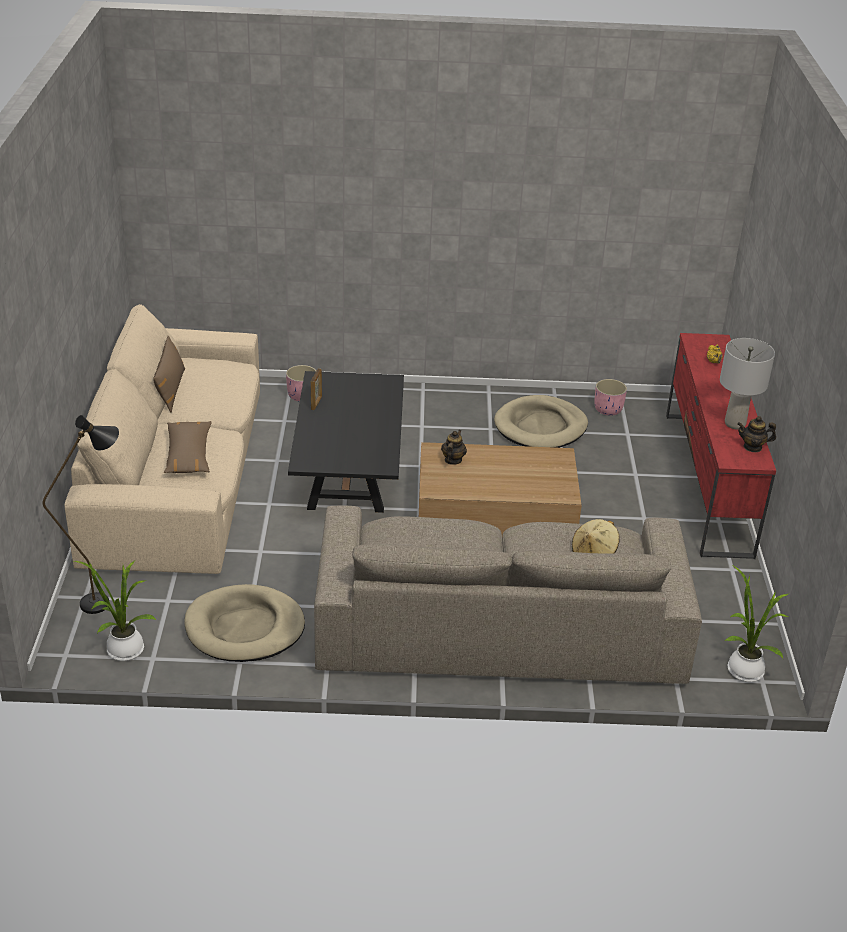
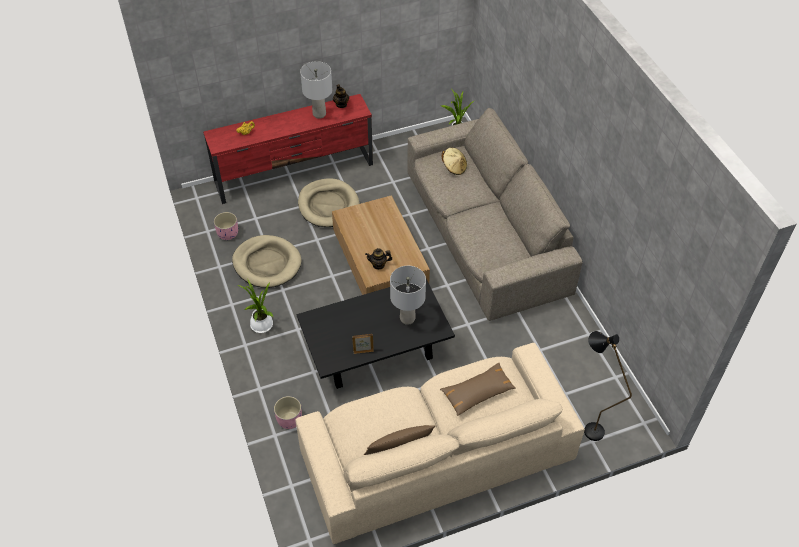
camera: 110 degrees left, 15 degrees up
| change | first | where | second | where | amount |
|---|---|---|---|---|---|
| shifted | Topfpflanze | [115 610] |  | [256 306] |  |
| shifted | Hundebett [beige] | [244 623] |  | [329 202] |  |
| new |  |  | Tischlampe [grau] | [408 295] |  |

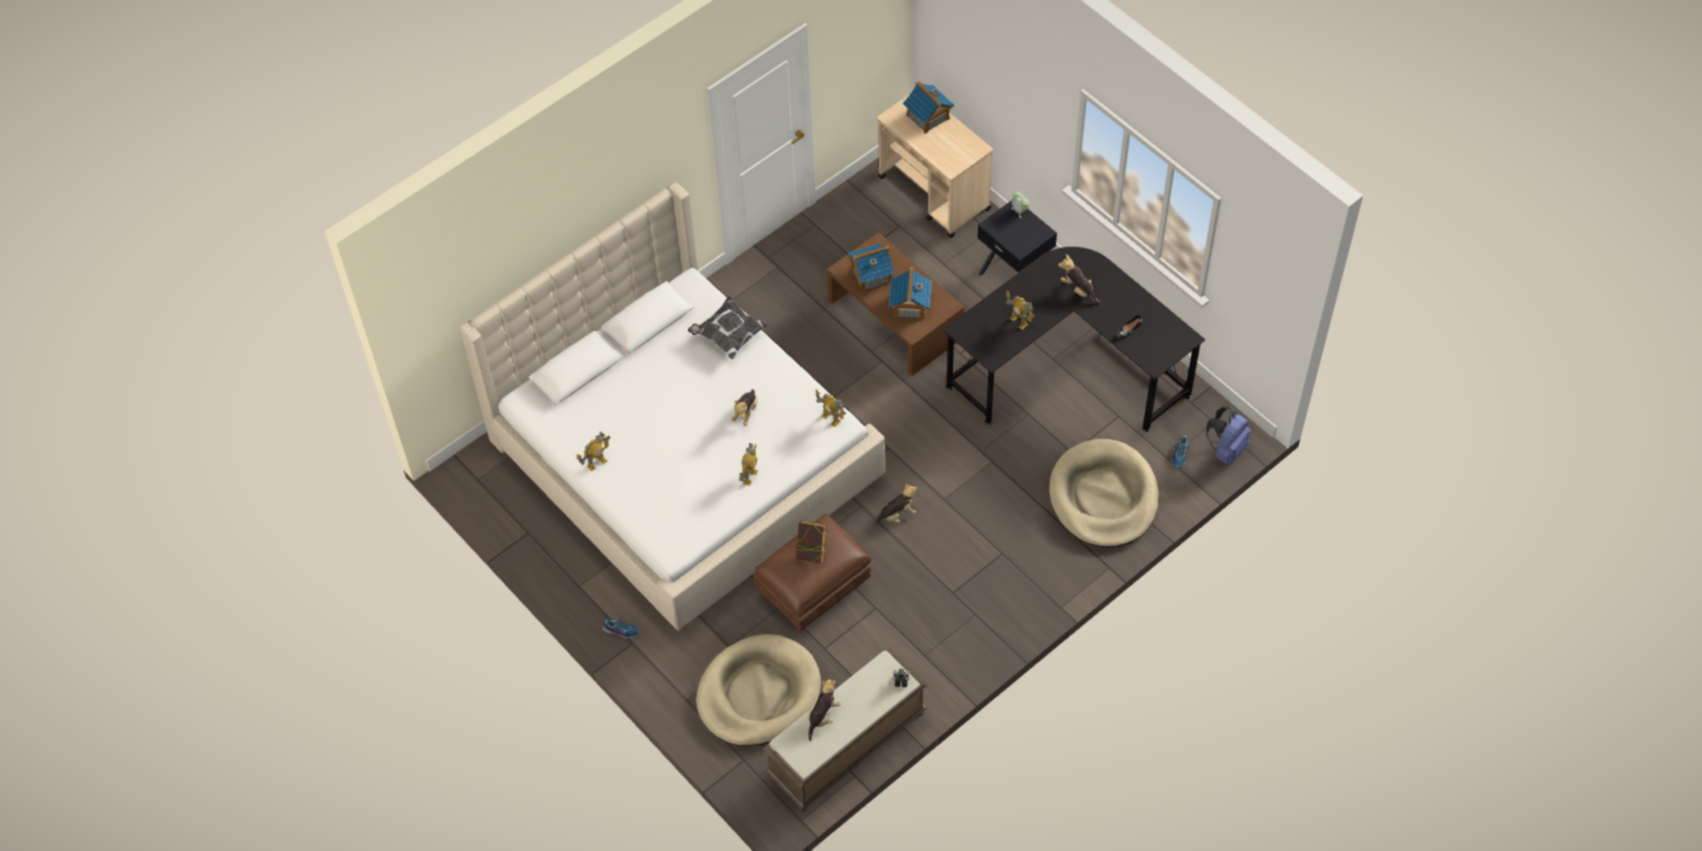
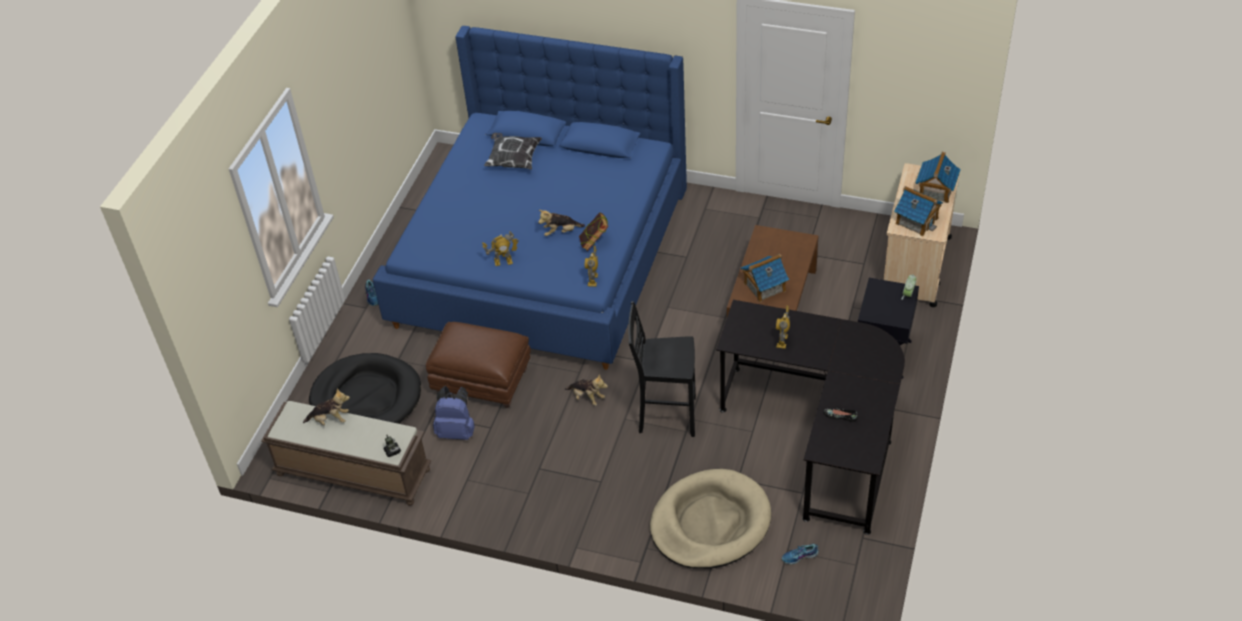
camera: 60 degrees right, 10 degrees down
| change | first | where | second | where | amount |
|---|---|---|---|---|---|
| repainted | Bett [beige] | [672 406] | Bett [blau] | [530 198] |  |
| shifted | Spielzeughaus | [871 267] |  | [918 211] |  |
| gone | Plüschtier | [1079 279] |  |  |  |
| shifted | Kissen | [729 327] |  | [513 151] |  |
| shifted | Rucksack [blau] | [1228 435] |  | [454 413] |  |
| gone | Spielzeugroboter | [593 451] |  |  |  |
| shifted | Buch | [811 542] |  | [593 231] |  |
| repainted | Hundebett [beige] | [758 690] | Hundebett [schwarz] | [365 388] |  |
| new |  |  | Hocker [schwarz] | [662 369] |  |

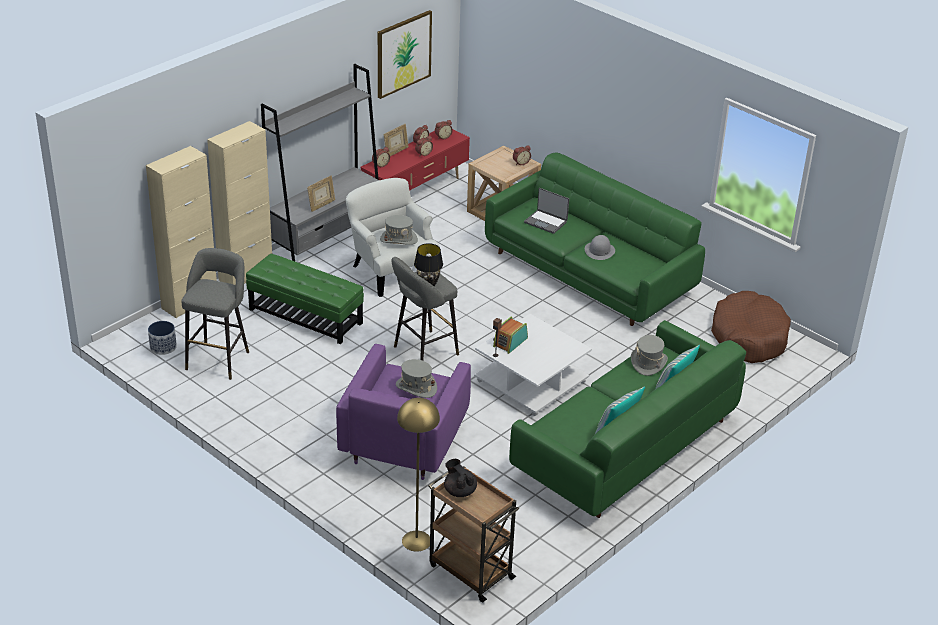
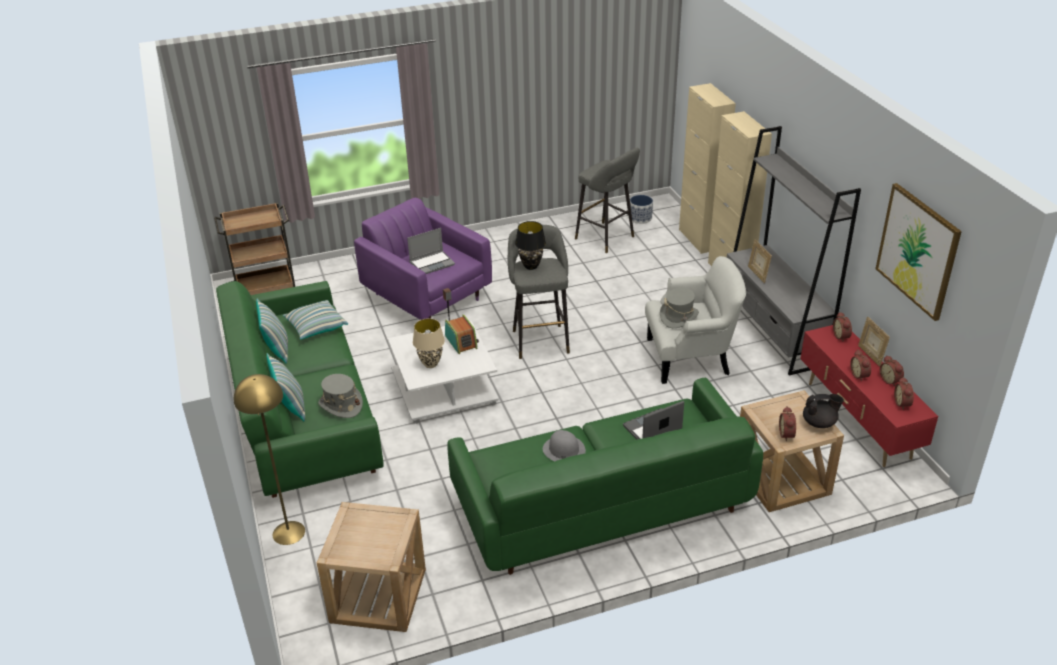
camera: 120 degrees right, 0 degrees up
| change | first | where | second | where | amount |
|---|---|---|---|---|---|
| gone | Polsterhocker [grün] | [305 299] |  |  |  |
| swapped | Hundebett [braun] | [751 327] | Beistelltisch [beige] | [371 567] |  |
| swapped | Hut [grau] | [416 378] | Laptop | [431 251] |  |
| shifted | Stehlampe [gelb] | [418 475] |  | [269 459] |  |
| shifted | Teekanne [schwarz] | [460 478] |  | [823 411] |  |
| new |  |  | Kissen | [315 320] |  |
| new |  |  | Tischlampe [beige] | [429 343] |  |

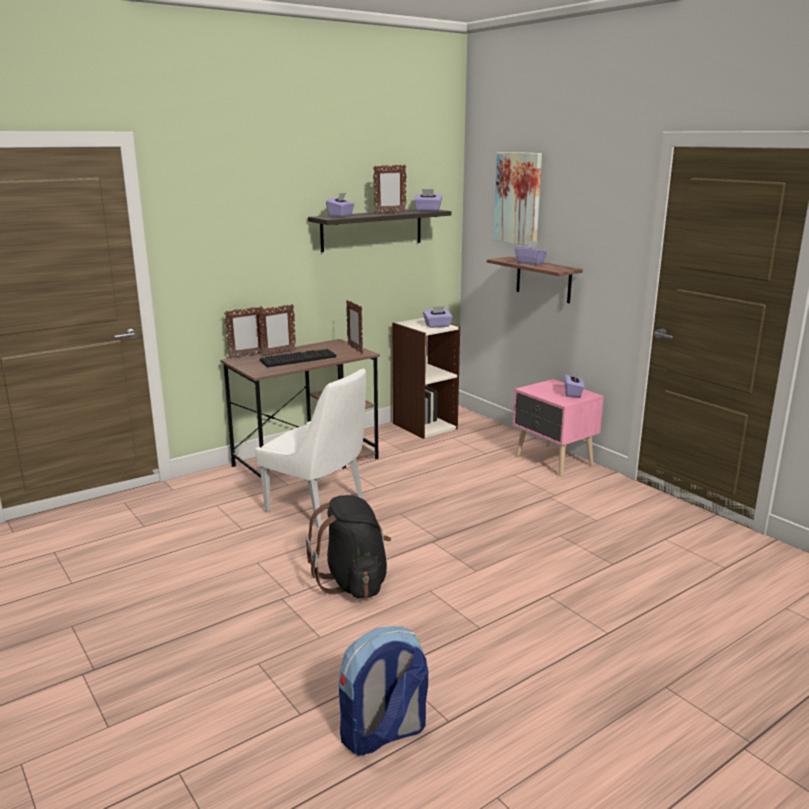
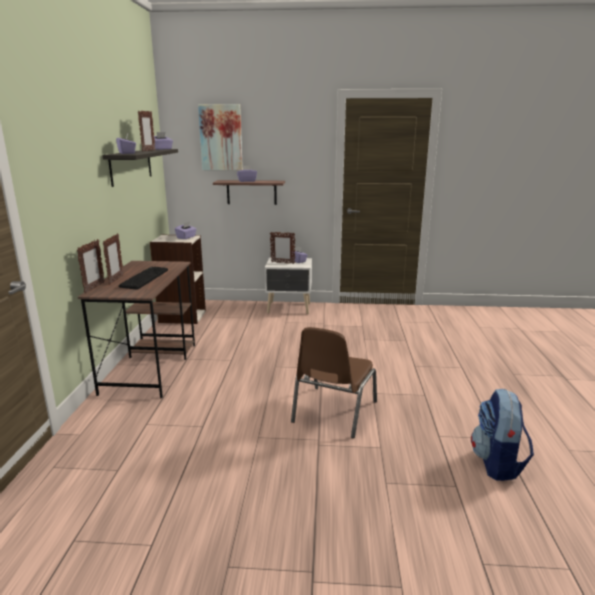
camera: 50 degrees left, 0 degrees up
| change | first | where | second | where | amount |
|---|---|---|---|---|---|
| shifted | Bilderrahmen | [354 326] |  | [282 248] |  |
| gone | Stuhl [weiß] | [310 448] |  |  |  |
| repainted | Nachttisch [rosa] | [558 428] | Nachttisch [weiß] | [288 285] |  |
| swapped | Rucksack [schwarz] | [348 547] | Stuhl [braun] | [334 382] |  |

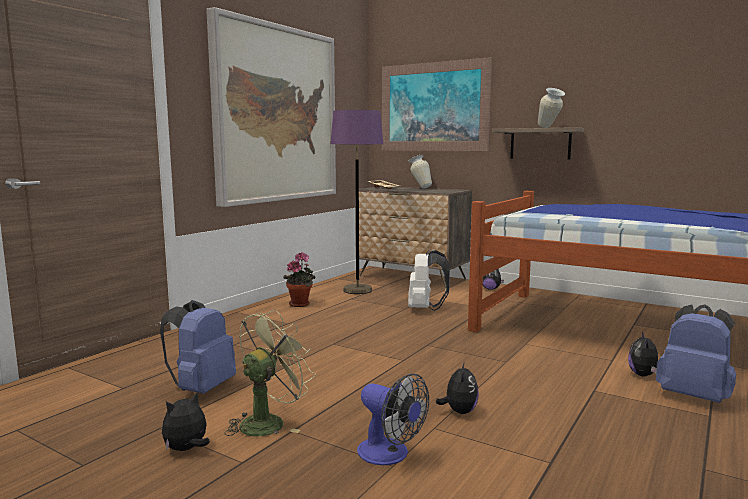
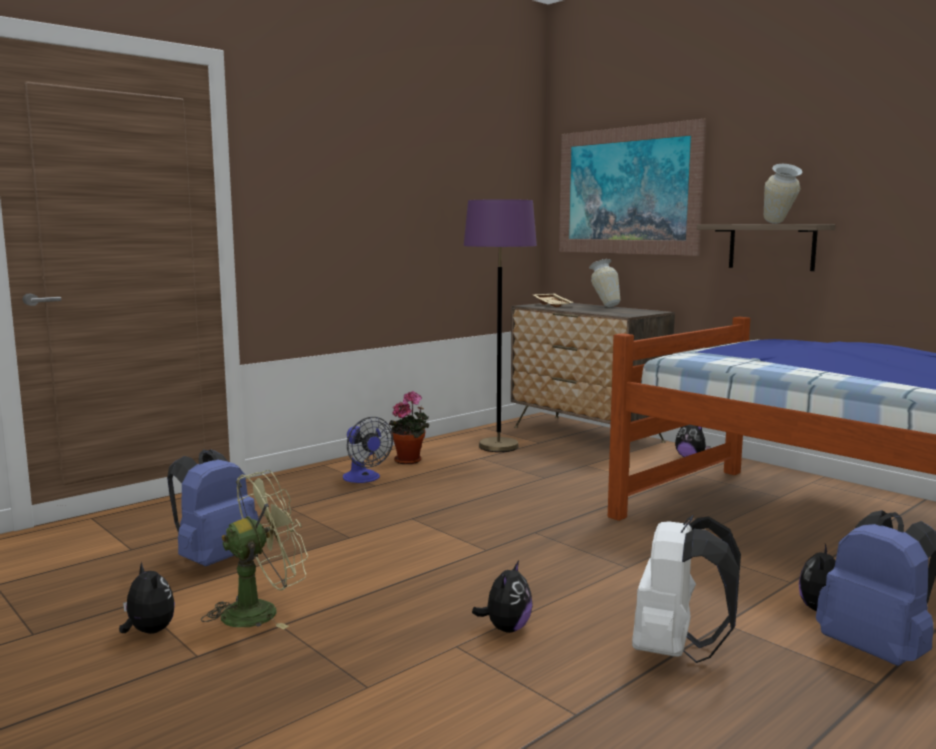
camera: 15 degrees right, 0 degrees up
| change | first | where | second | where | amount |
|---|---|---|---|---|---|
| gone | Bild | [271 107] |  |  |  |
| shifted | Rucksack [weiß] | [429 280] |  | [686 589] |  |
| shifted | Ventilator | [393 419] |  | [368 450] |  |
| rotated | Plüschtier | [186 421] |  | [147 598] | 75 degrees clockwise |

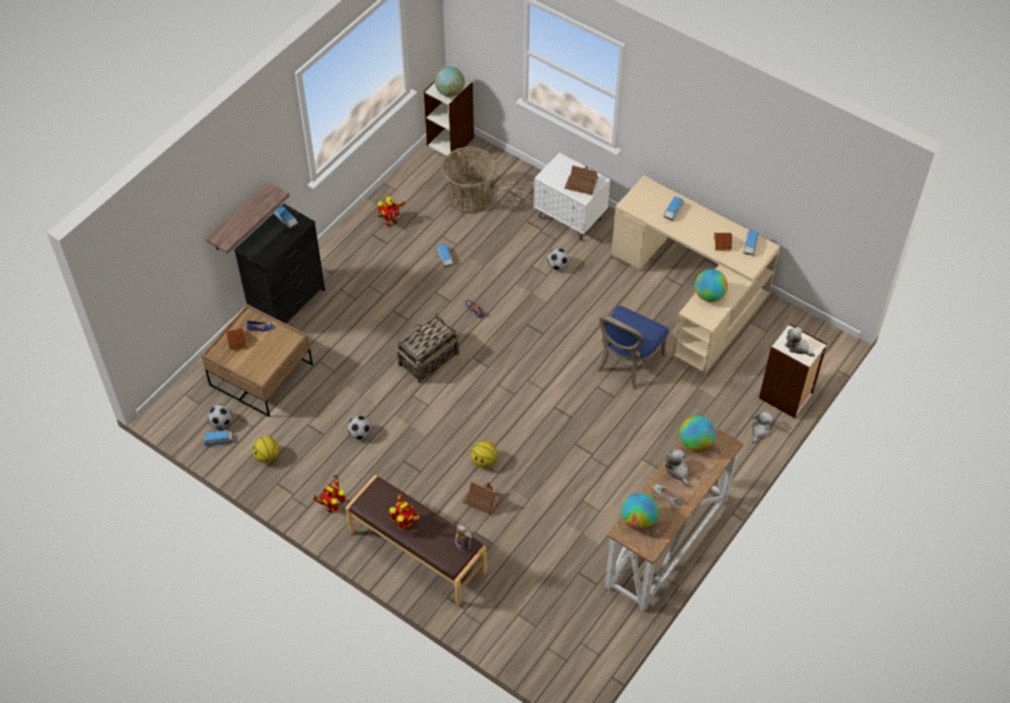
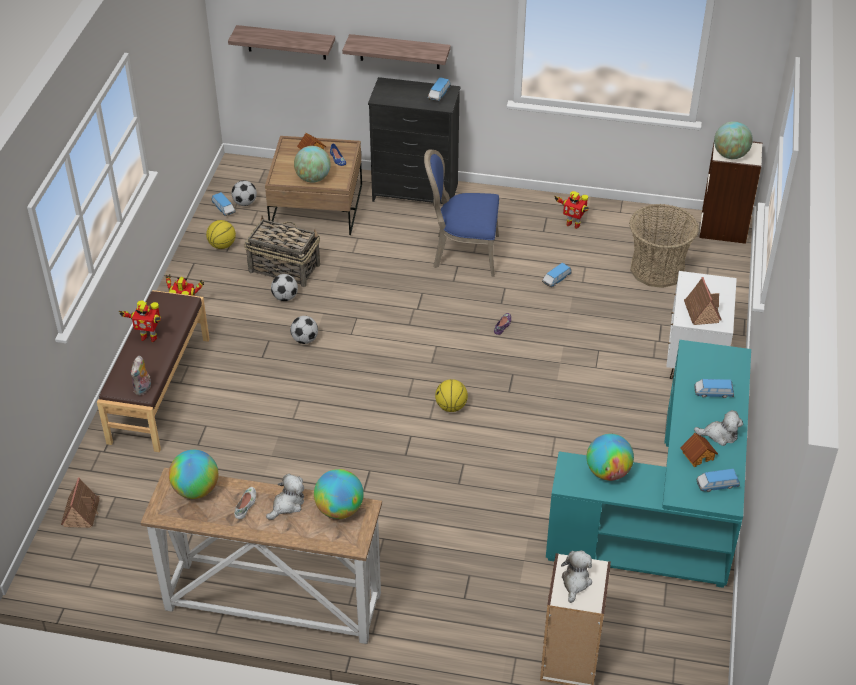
camera: 65 degrees right, 10 degrees down
| change | first | where | second | where | amount |
|---|---|---|---|---|---|
| repainted | Schreibtisch [beige] | [695 275] | Schreibtisch [türkis] | [648 464] |  |
| shifted | Fußball | [558 259] |  | [304 330] |  |
| shifted | Stuhl [blau] | [632 347] |  | [461 213] |  |
| shifted | Korb | [428 348] |  | [282 251] |  |
| shifted | Plüschtier | [762 427] |  | [718 428] |  |
| shifted | Basketball | [484 454] |  | [451 395] |  |
| shifted | Spielzeughaus | [481 498] |  | [80 502] |  |
| rotated | Spielzeugroboter | [405 509] |  | [140 321] | 75 degrees clockwise |
| new |  |  | Wandregal | [281 42] |  |
| new |  |  | Globus | [312 164] |  |

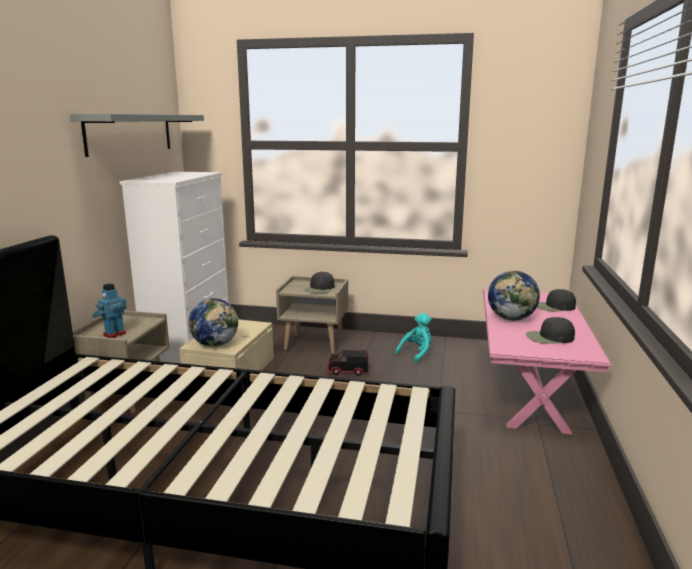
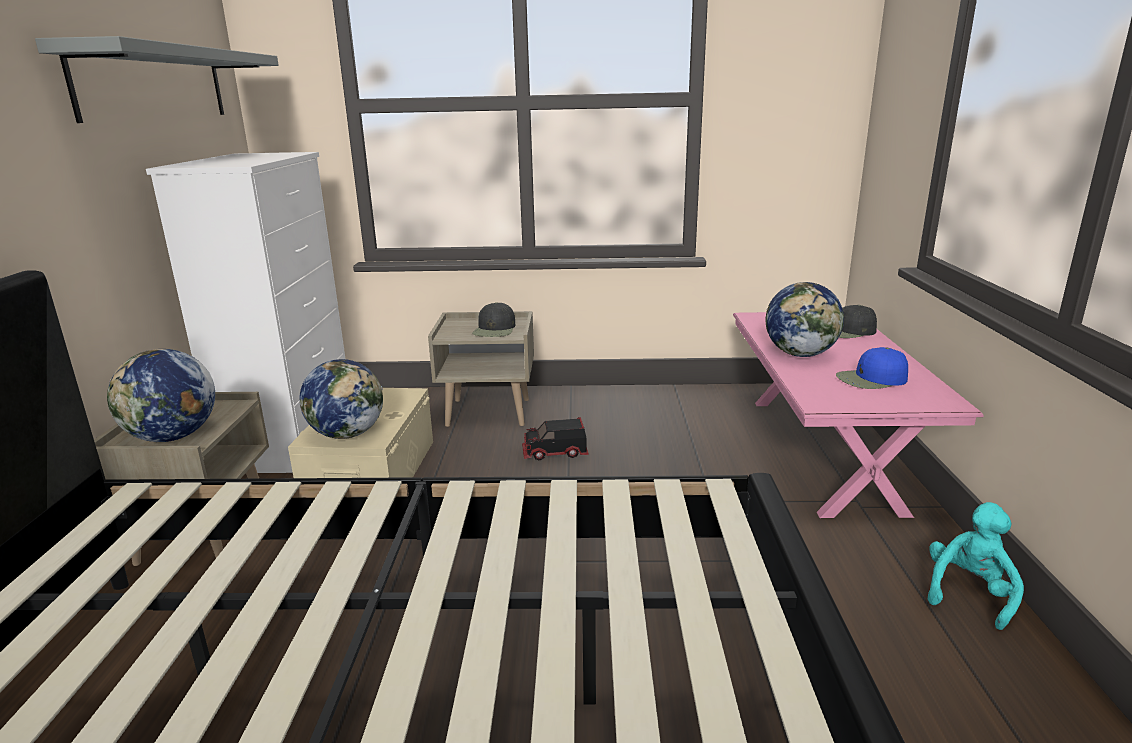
camera: 10 degrees left, 5 degrees up
| change | first | where | second | where | amount |
|---|---|---|---|---|---|
| swapped | Spielzeugroboter | [109 310] | Globus | [161 395] |  |
| shifted | Plüschtier [türkis] | [413 338] |  | [976 566] |  |
| repainted | Kappe [schwarz] | [550 330] | Kappe [blau] | [872 368] |  |

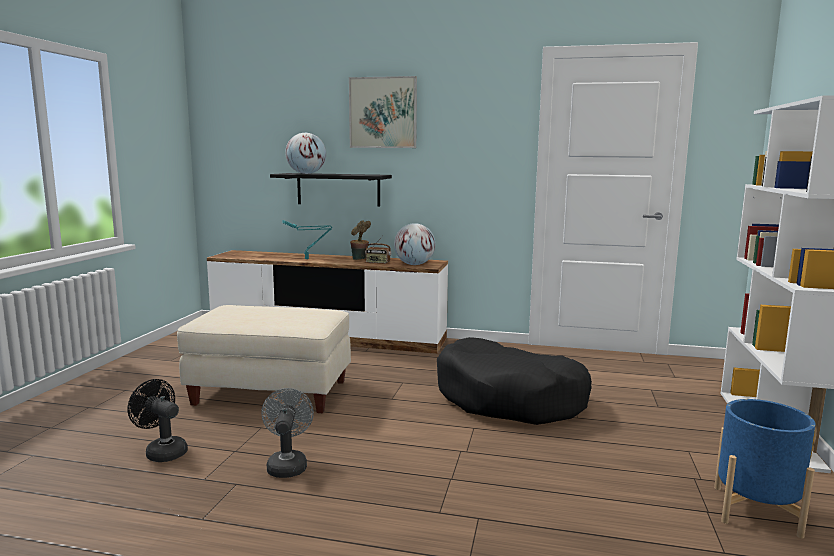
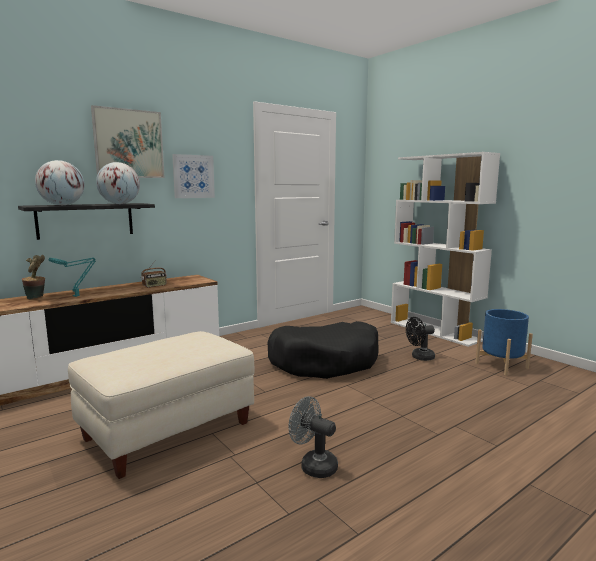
camera: 50 degrees left, 0 degrees up
| change | first | where | second | where | amount |
|---|---|---|---|---|---|
| shifted | Topfpflanze | [360 240] |  | [33 277] |  |
| shifted | Globus | [414 244] |  | [118 183] |  |
| shifted | Ventilator [schwarz] | [158 420] |  | [420 339] |  |
| new |  |  | Bild | [193 176] |  |

